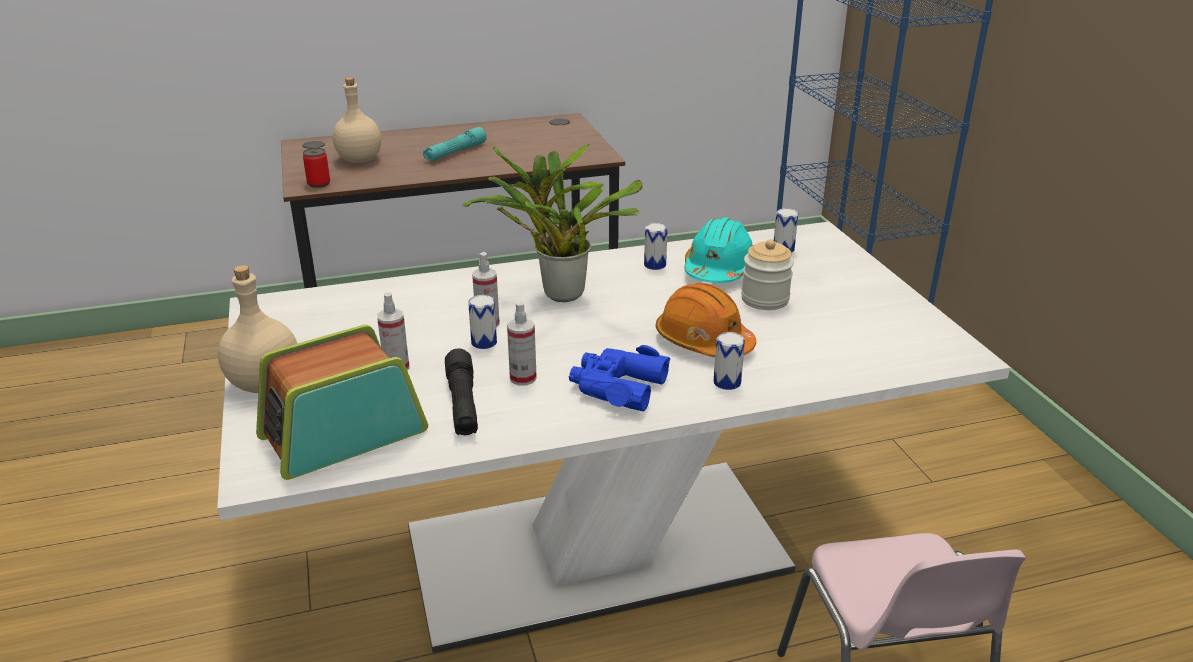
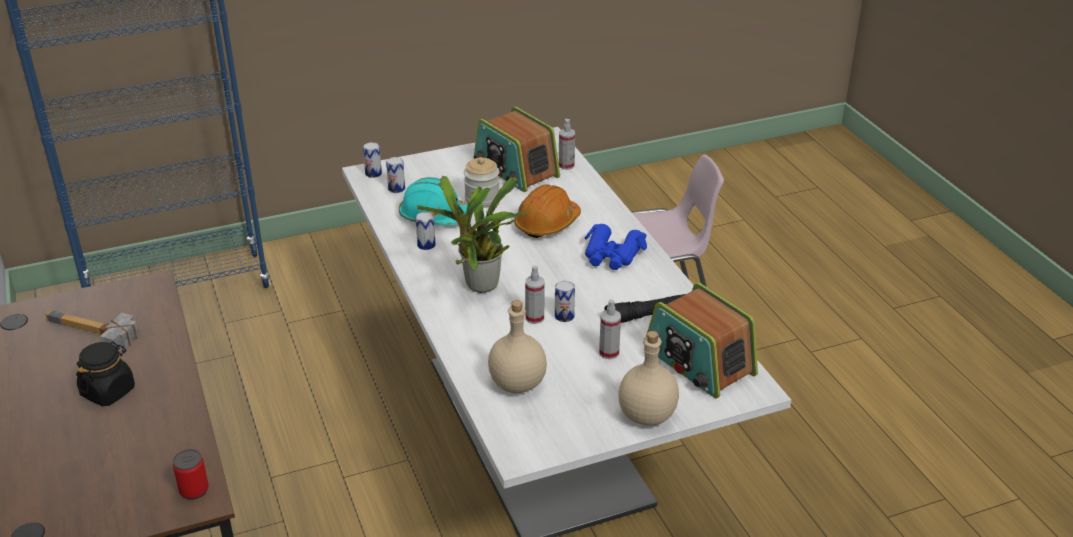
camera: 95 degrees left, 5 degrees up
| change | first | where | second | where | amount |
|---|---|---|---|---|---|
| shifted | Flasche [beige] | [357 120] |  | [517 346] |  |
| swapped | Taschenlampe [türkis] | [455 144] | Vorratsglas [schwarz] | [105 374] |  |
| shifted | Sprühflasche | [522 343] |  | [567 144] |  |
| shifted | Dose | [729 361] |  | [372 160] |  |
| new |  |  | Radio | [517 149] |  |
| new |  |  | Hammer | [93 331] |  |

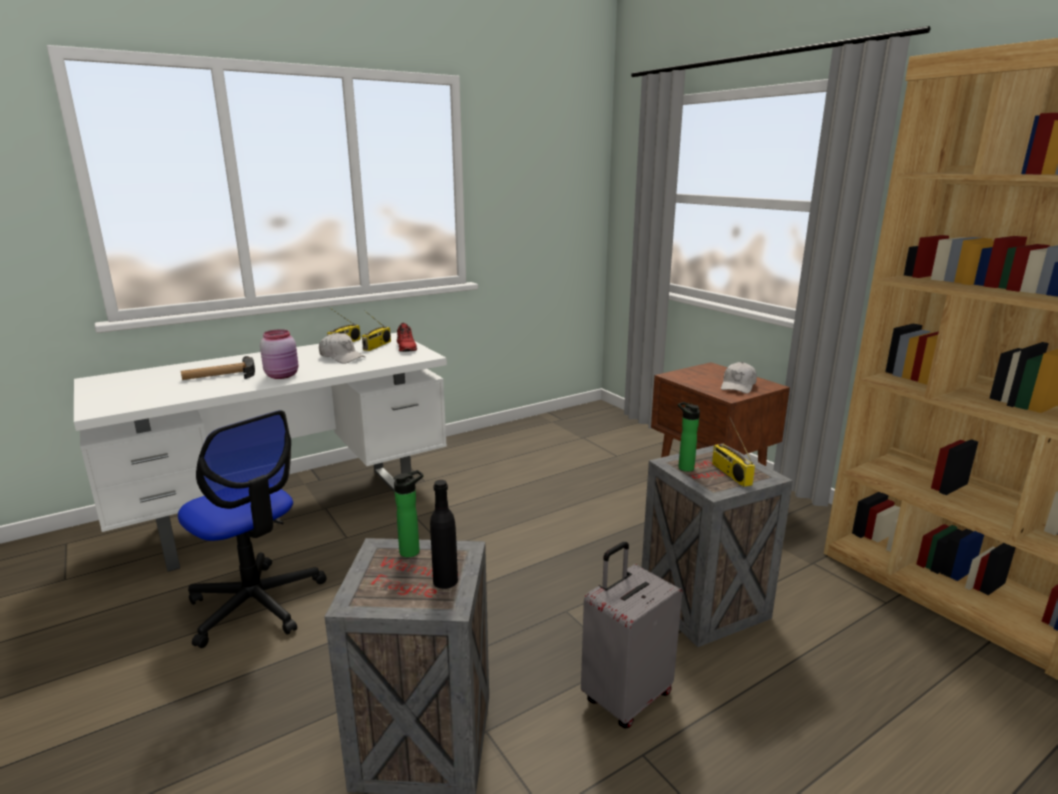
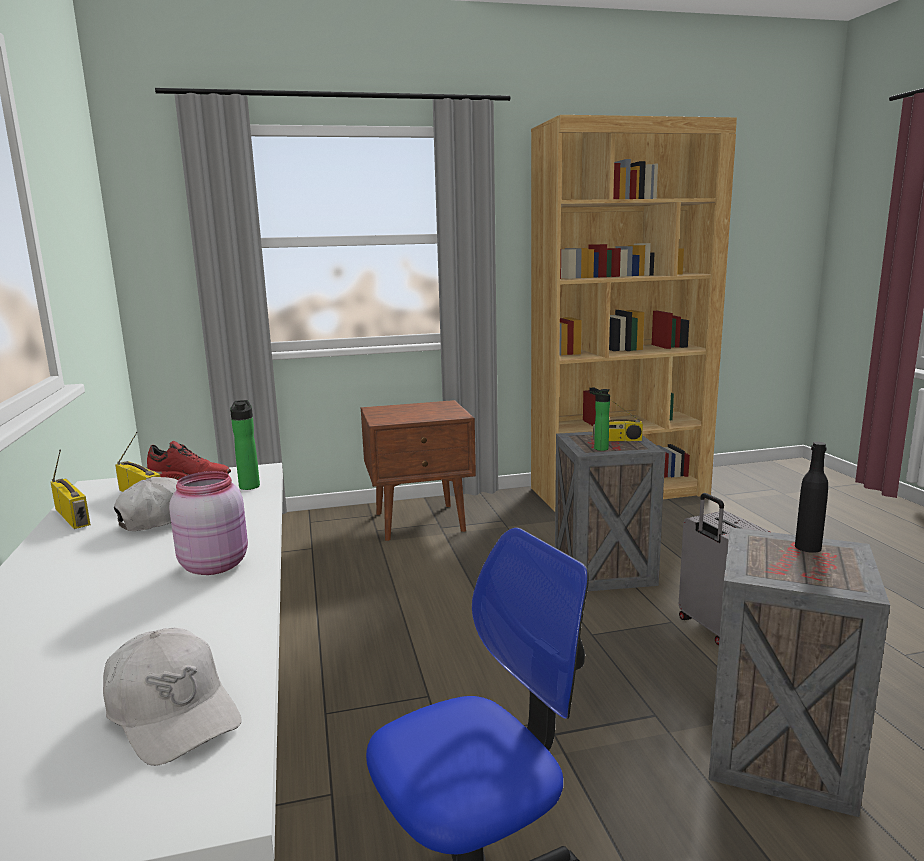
camera: 70 degrees left, 5 degrees down
| change | first | where | second | where | amount |
|---|---|---|---|---|---|
| gone | Hammer | [218 368] |  |  |  |
| shifted | Kappe [weiß] | [739 377] |  | [172 697] |  |
| shifted | Flasche | [408 513] |  | [245 445] |  |

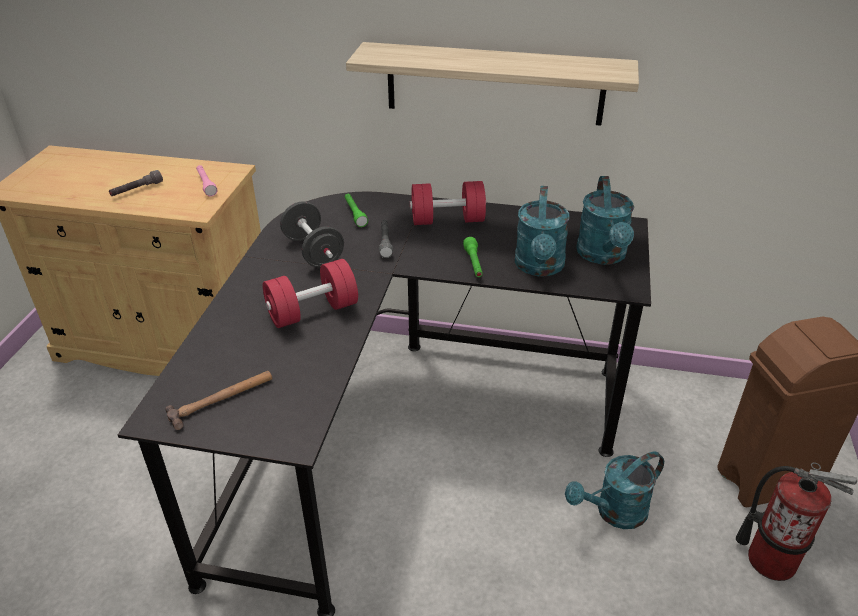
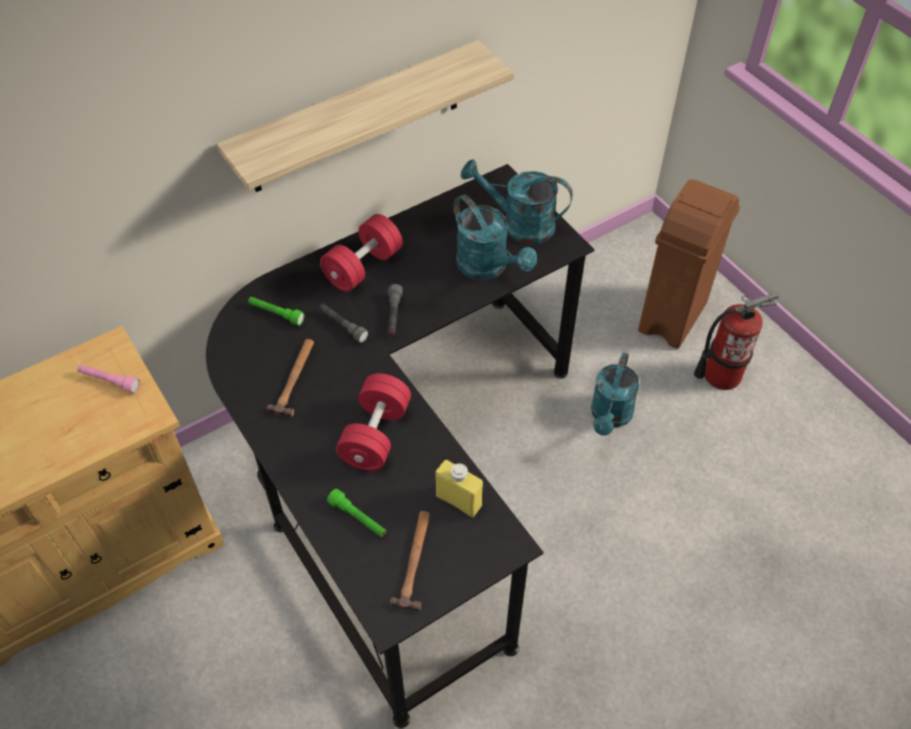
camera: 45 degrees left, 15 degrees up
| change | first | where | second | where | amount |
|---|---|---|---|---|---|
| shifted | Taschenlampe [grau] | [136 183] |  | [395 310] |  |
| rotated | Gießkanne [türkis] | [605 220] |  | [517 201] | 150 degrees clockwise |
| swapped | Hantel [schwarz] | [312 234] | Hammer | [290 378] |  |
| shifted | Taschenlampe [grün] | [473 257] |  | [356 513] |  |
| new |  |  | Flasche [gelb] | [459 488] |  |

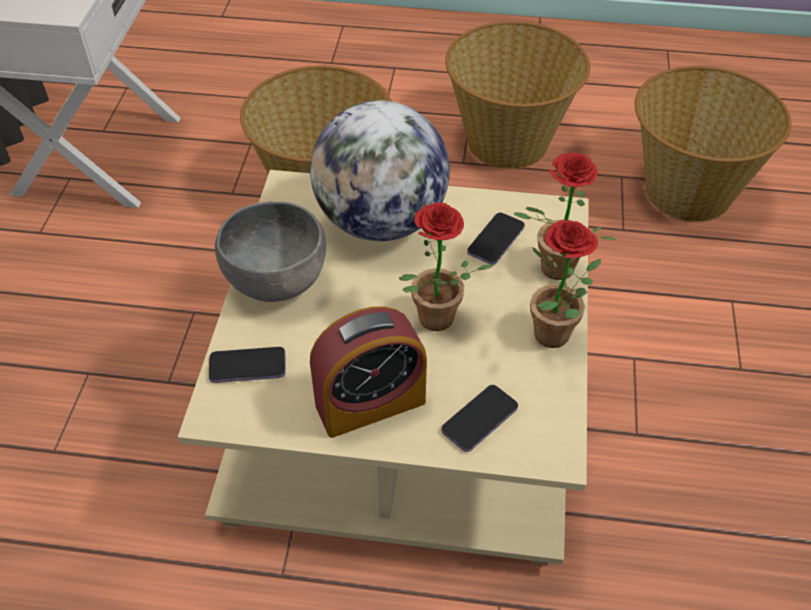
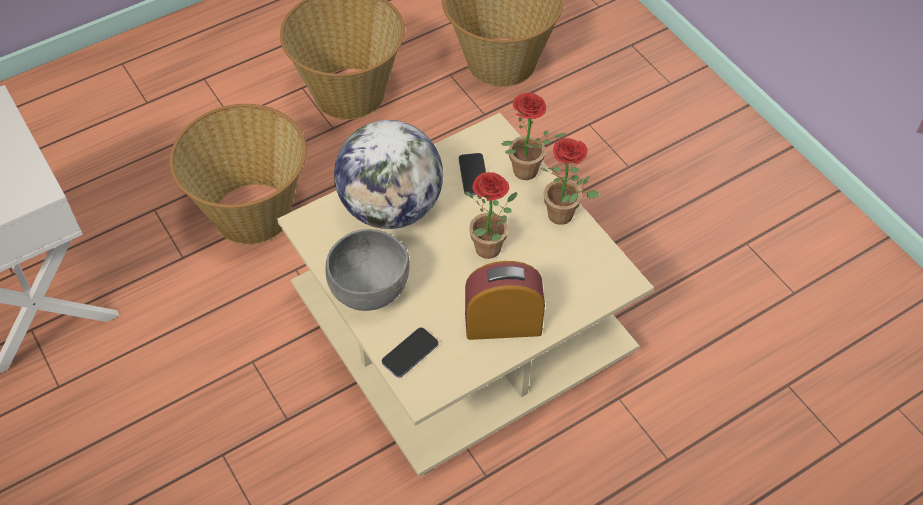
camera: 40 degrees left, 5 degrees up
| change | first | where | second | where | amount |
|---|---|---|---|---|---|
| rotated | Wecker | [368 372] |  | [505 300] | 120 degrees counterclockwise |
| gone | Handy | [479 418] |  |  |  |

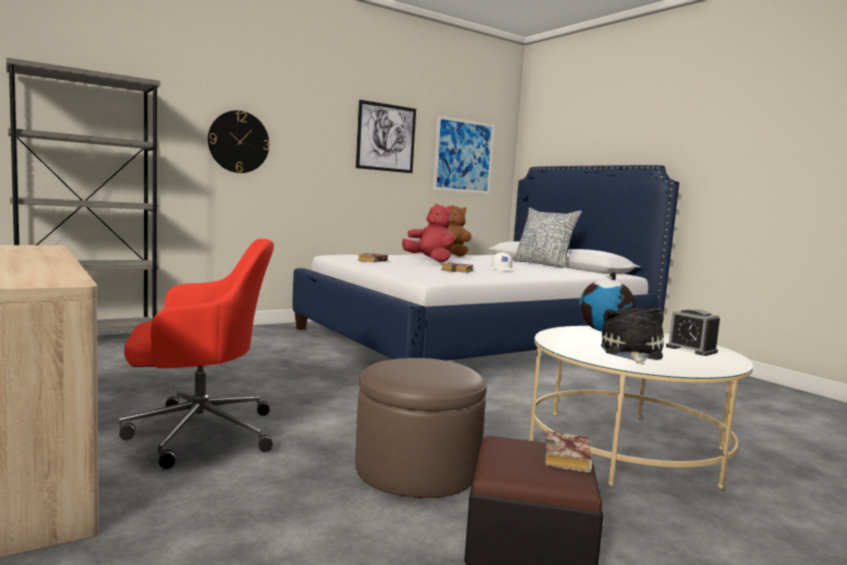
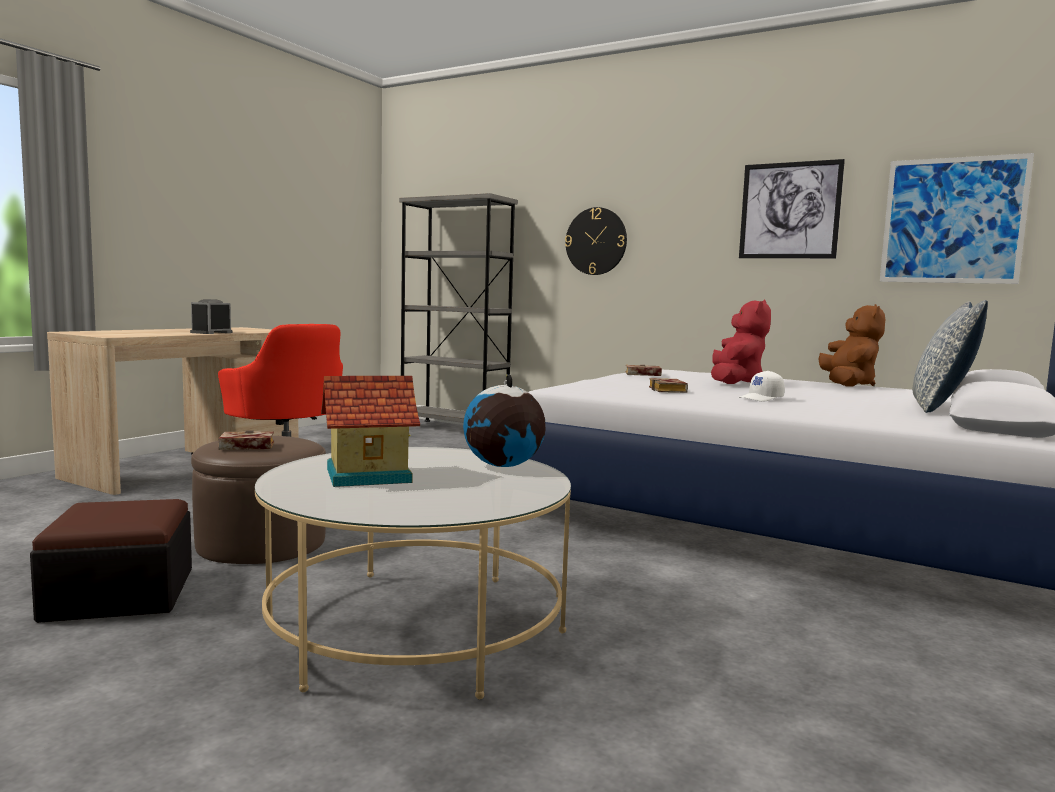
camera: 65 degrees right, 0 degrees up
| change | first | where | second | where | amount |
|---|---|---|---|---|---|
| swapped | Plüschtier | [632 336] | Spielzeughaus | [370 431] |  |
| shifted | Wecker | [693 332] |  | [211 316] |  |
| shifted | Buch | [568 452] |  | [246 440] |  |

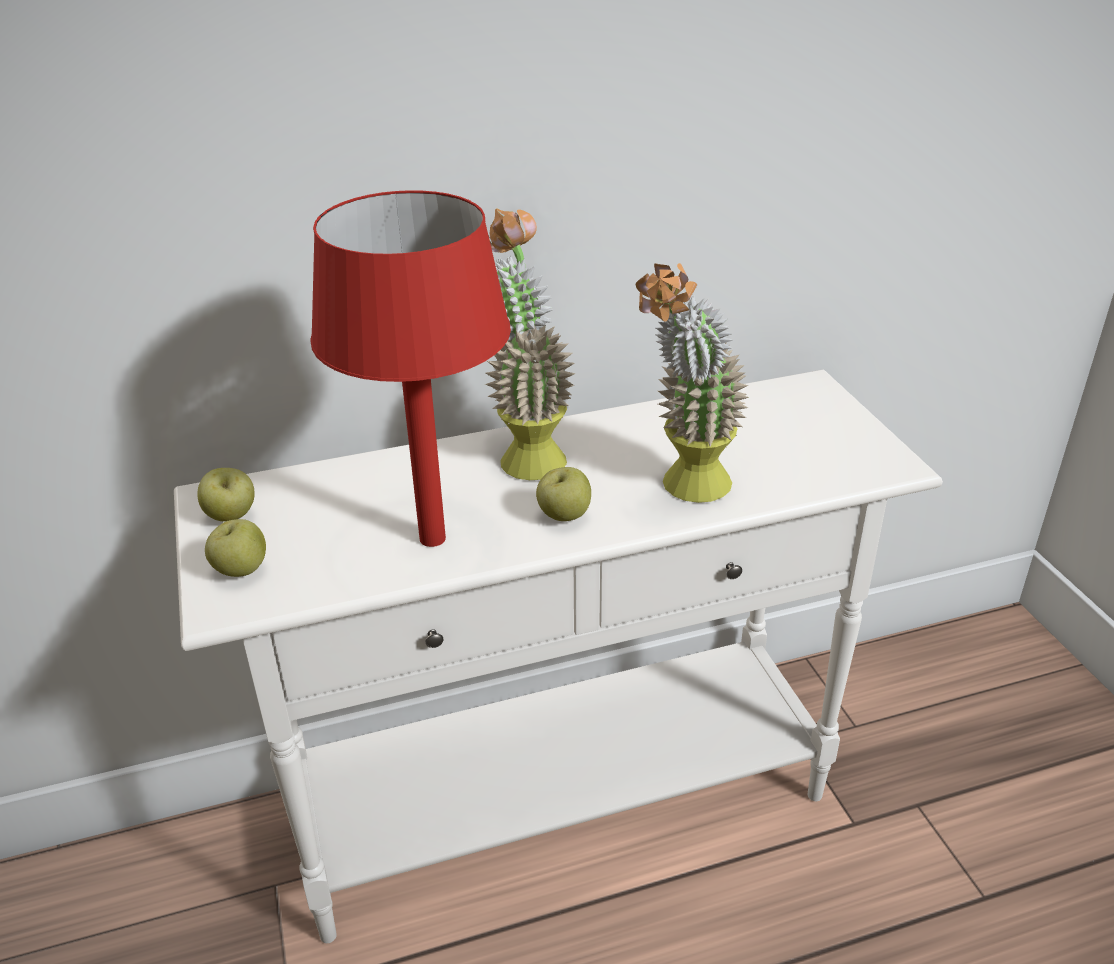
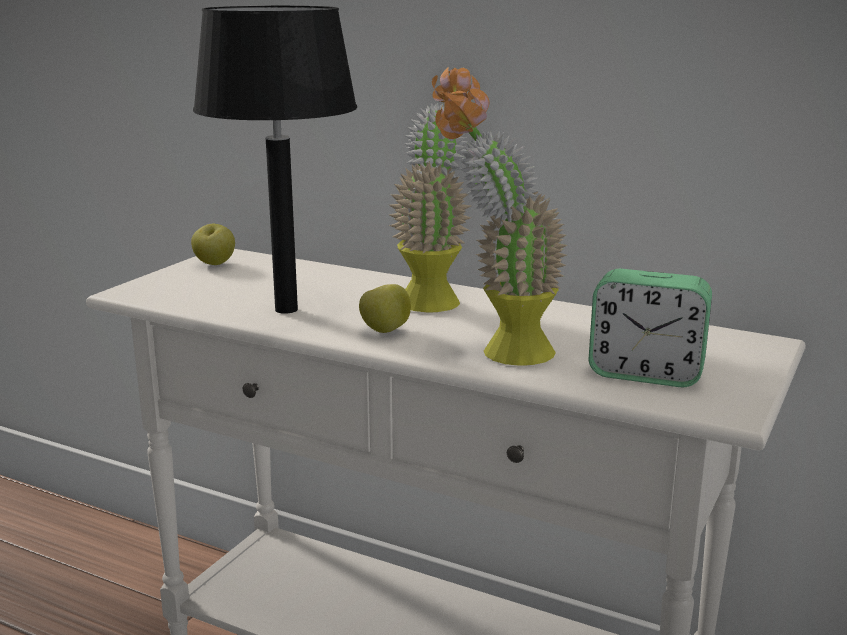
camera: 45 degrees right, 15 degrees down
| change | first | where | second | where | amount |
|---|---|---|---|---|---|
| repainted | Tischlampe [rot] | [410 368] | Tischlampe [schwarz] | [275 160] |  |
| gone | Apfel | [235 548] |  |  |  |
| new |  |  | Wecker | [650 328] |  |

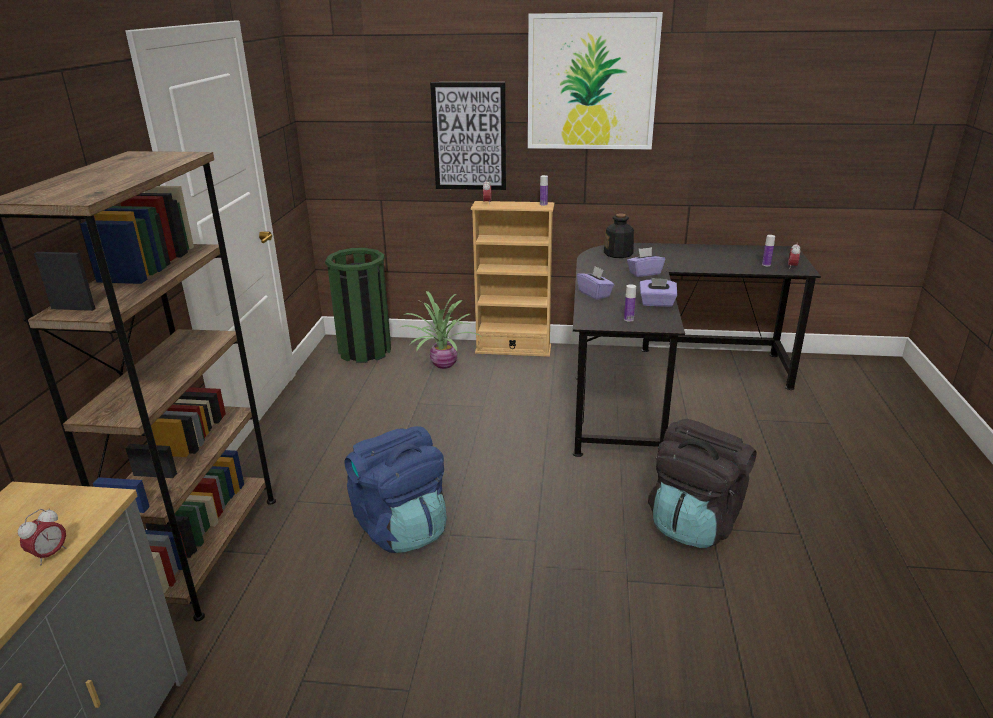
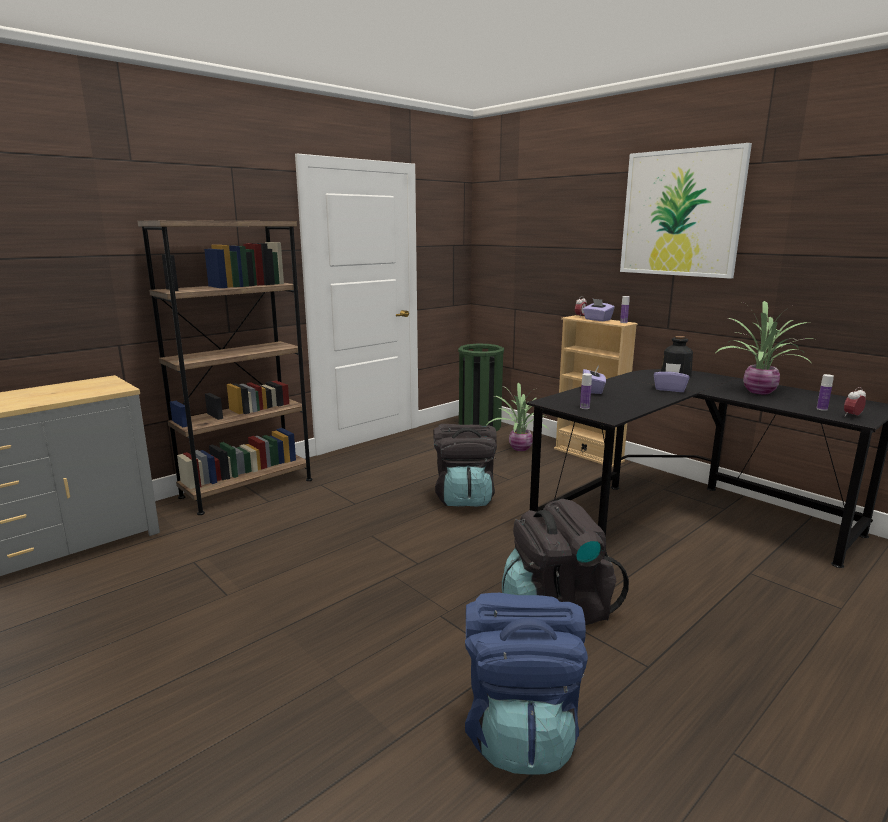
camera: 40 degrees right, 10 degrees down
| change | first | where | second | where | amount |
|---|---|---|---|---|---|
| gone | Bild | [468 136] |  |  |  |
| shifted | Taschentuchbox [lila] | [658 292] |  | [599 310] |  |
| shifted | Rucksack [blau] | [396 489] |  | [526 684] |  |
| gone | Wecker | [42 536] |  |  |  |
| new |  |  | Topfpflanze | [764 347] |  |
| new |  |  | Rucksack [schwarz] | [465 465] |  |

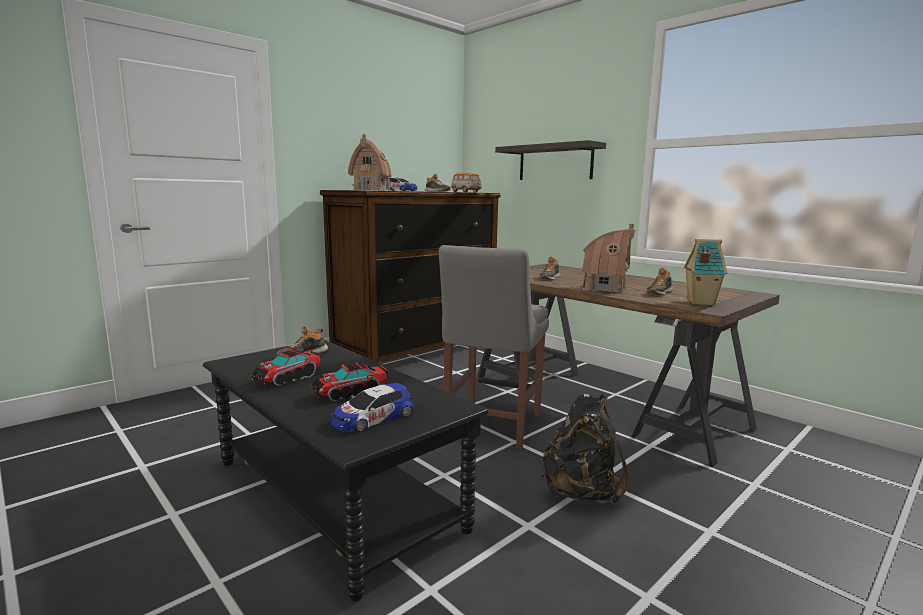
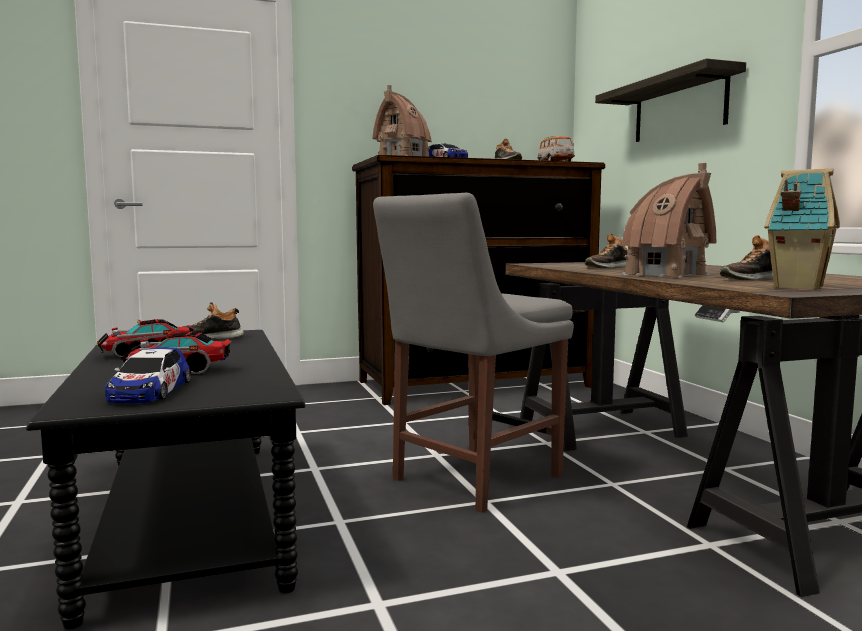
camera: 25 degrees right, 5 degrees down
| change | first | where | second | where | amount |
|---|---|---|---|---|---|
| rotated | Spielzeugauto | [372 407] |  | [148 375] | 75 degrees counterclockwise |
| gone | Rucksack [schwarz] | [585 449] |  |  |  |

